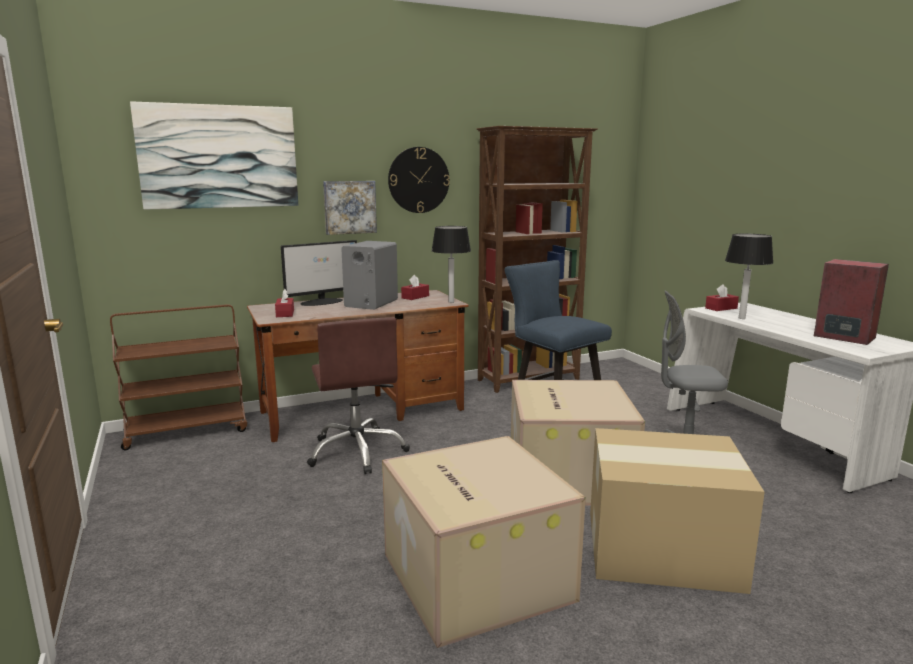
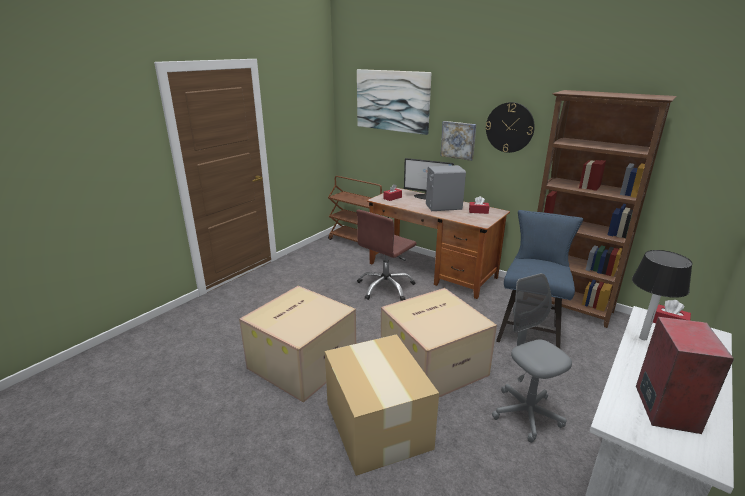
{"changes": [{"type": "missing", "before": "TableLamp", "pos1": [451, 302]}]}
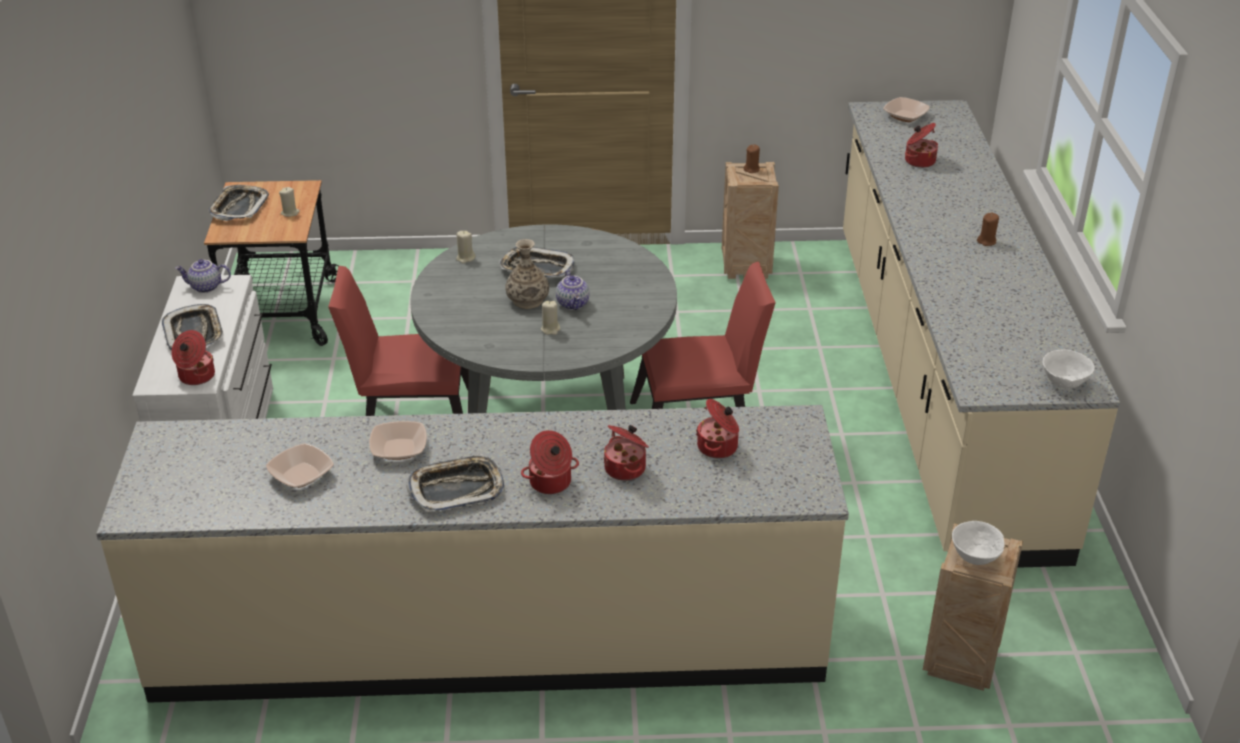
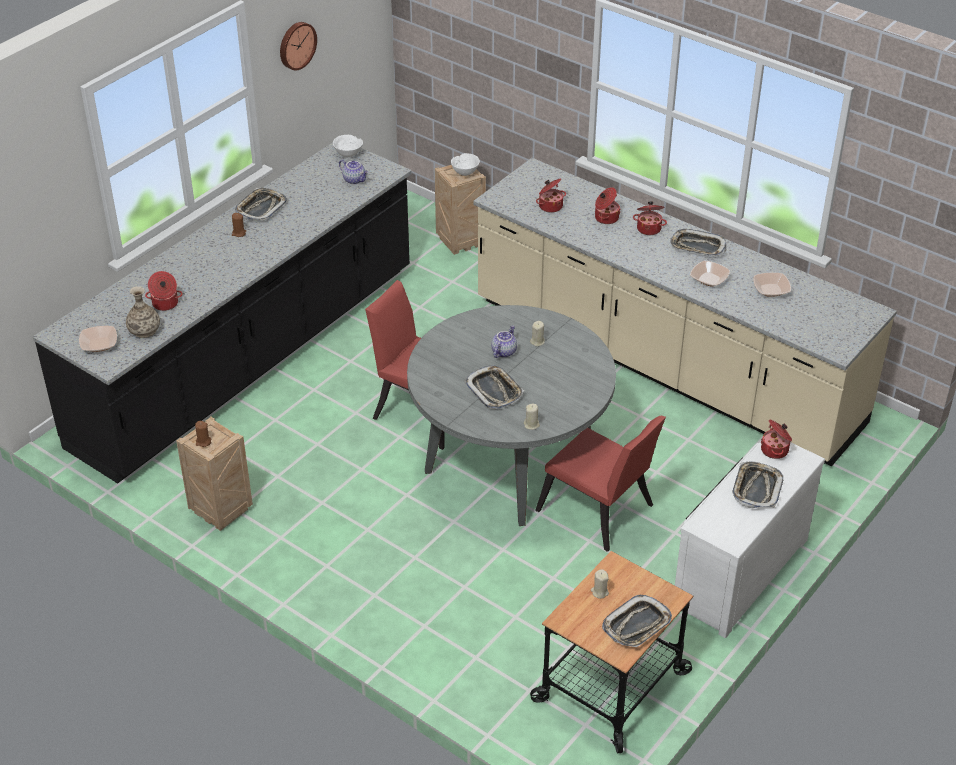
{"changes": [{"type": "colour", "before": "BeigeCounter", "after": "BlackCounter", "pos1": [938, 383], "pos2": [248, 357]}, {"type": "relocated", "before": "Vase", "pos1": [527, 300], "pos2": [144, 330]}, {"type": "relocated", "before": "Teapot", "pos1": [205, 287], "pos2": [354, 180]}, {"type": "appeared", "after": "WallClock", "pos2": [296, 45]}, {"type": "appeared", "after": "Tray", "pos2": [261, 208]}]}
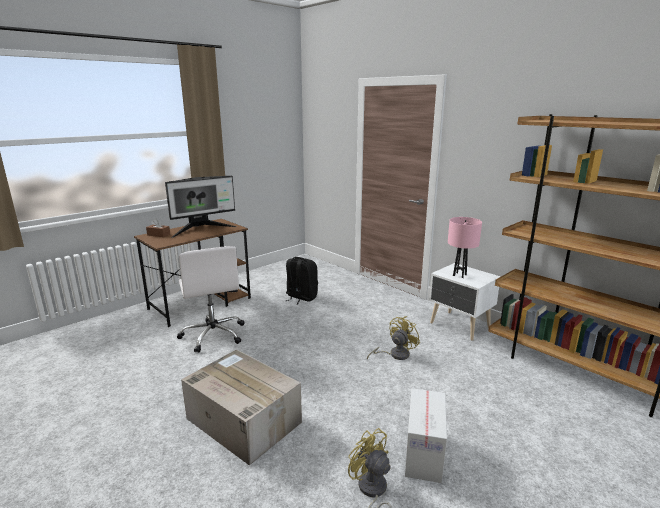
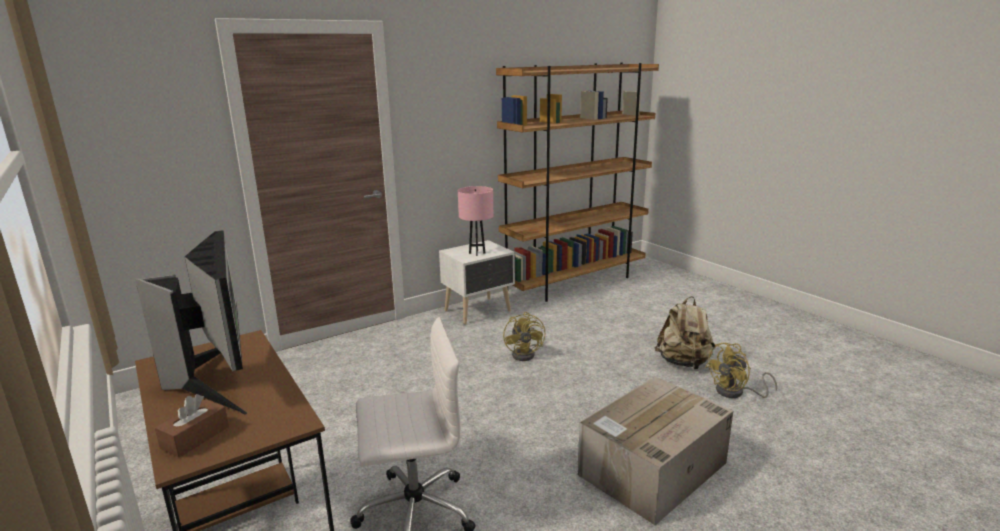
{"changes": [{"type": "missing", "before": "BlackBackpack", "pos1": [301, 297]}, {"type": "spun", "before": "YellowFan", "pos1": [395, 355], "pos2": [526, 354], "turn": -150}, {"type": "exchanged", "before": "CardboardBox", "after": "BeigeBackpack", "pos1": [424, 453], "pos2": [683, 363]}]}
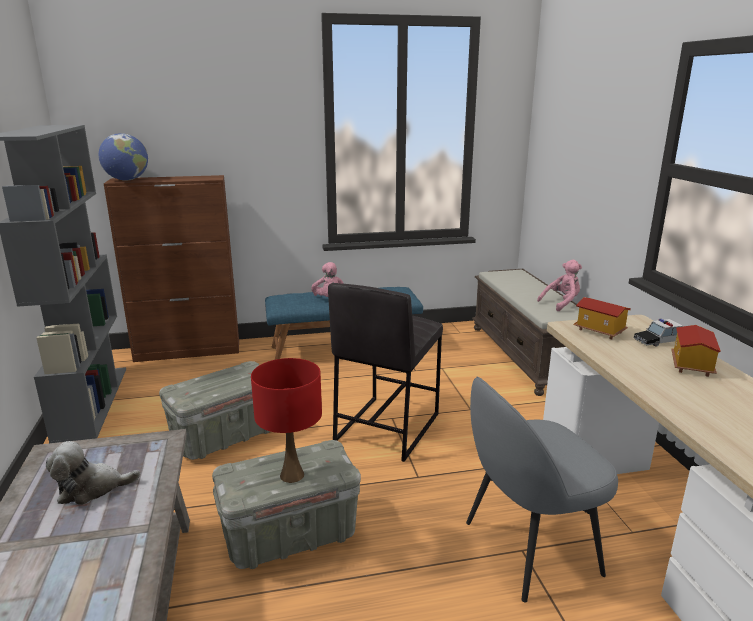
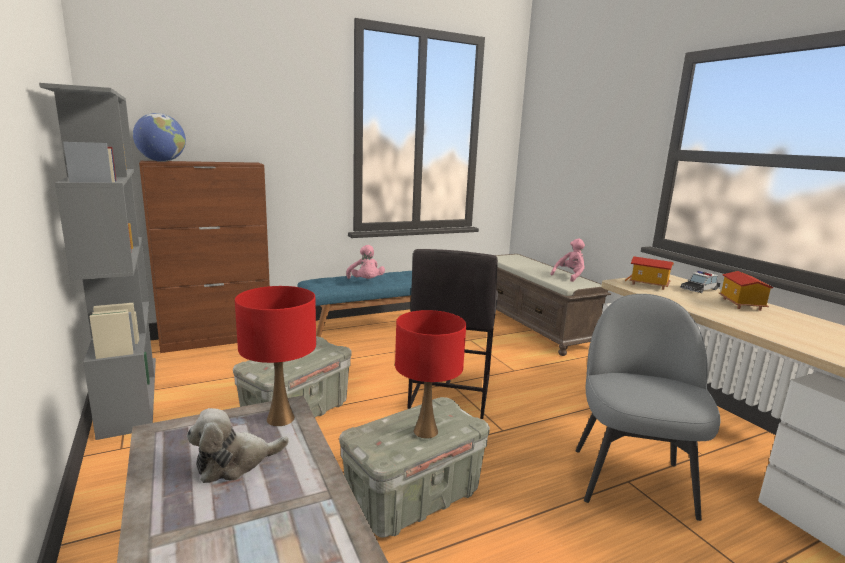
{"changes": [{"type": "spun", "before": "GreyChair", "pos1": [527, 548], "pos2": [631, 479], "turn": 135}, {"type": "appeared", "after": "RedTableLamp", "pos2": [280, 418]}]}
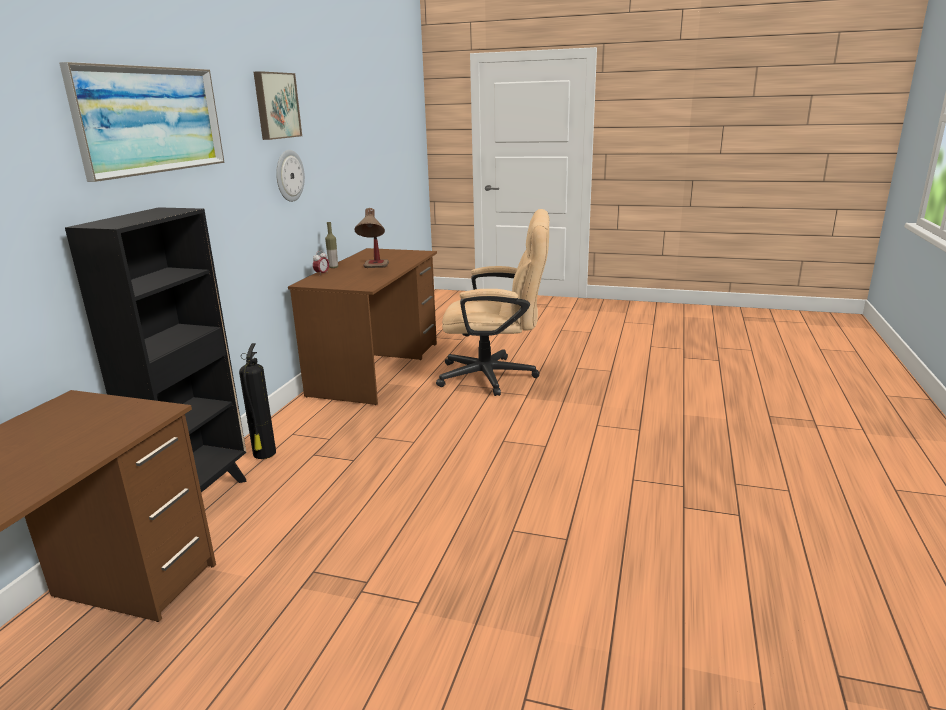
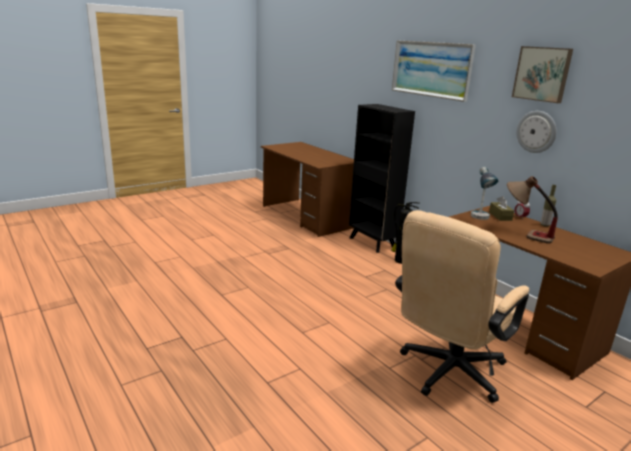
{"changes": [{"type": "appeared", "after": "TableLamp", "pos2": [480, 219]}, {"type": "appeared", "after": "BrownTissueBox", "pos2": [500, 216]}]}
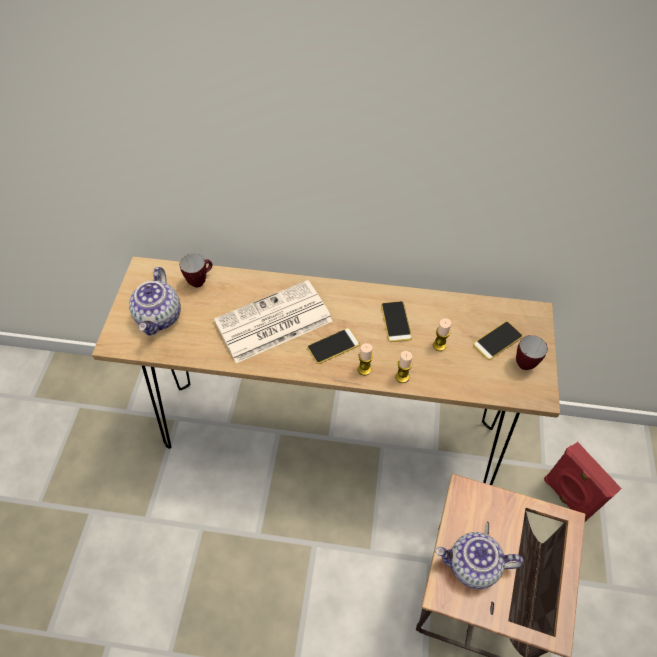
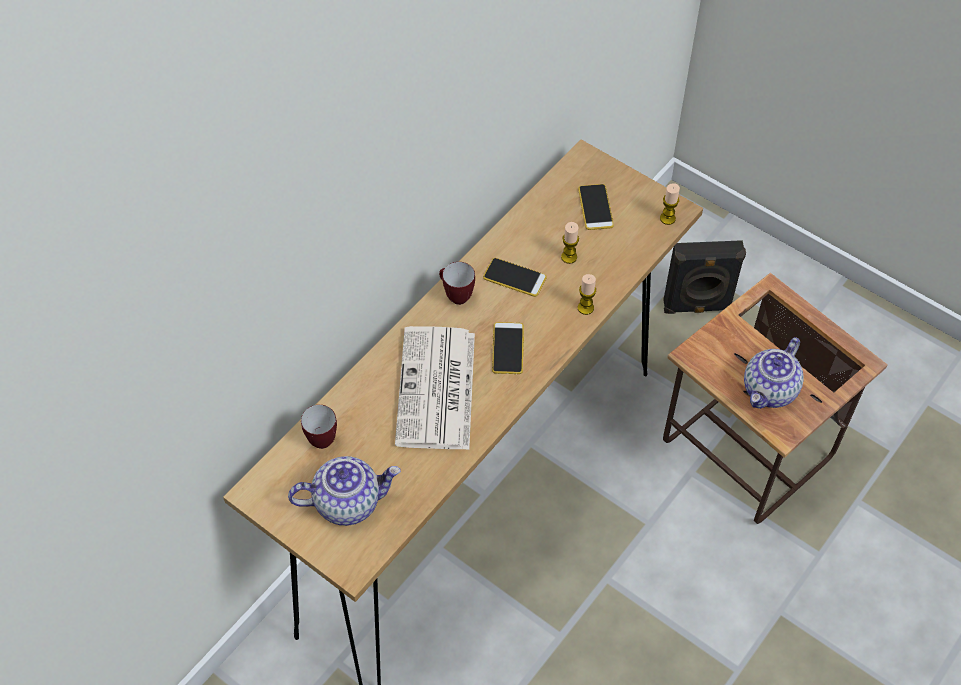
{"changes": [{"type": "spun", "before": "Teapot", "pos1": [160, 317], "pos2": [348, 501], "turn": -45}, {"type": "relocated", "before": "Mug", "pos1": [524, 361], "pos2": [455, 296]}, {"type": "relocated", "before": "Candle", "pos1": [364, 369], "pos2": [667, 218]}, {"type": "colour", "before": "RedSpeaker", "after": "BlackSpeaker", "pos1": [566, 498], "pos2": [697, 307]}]}
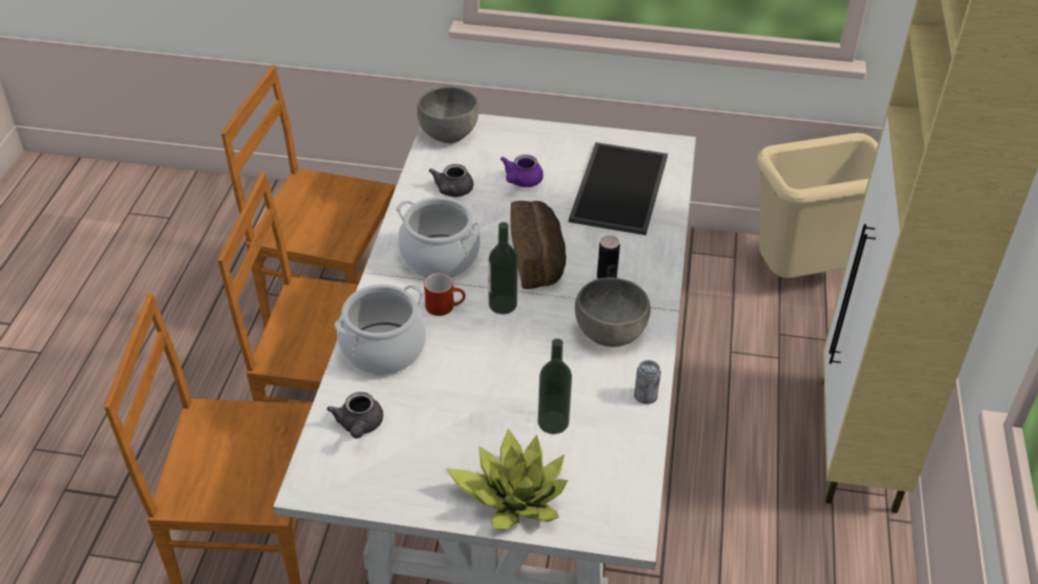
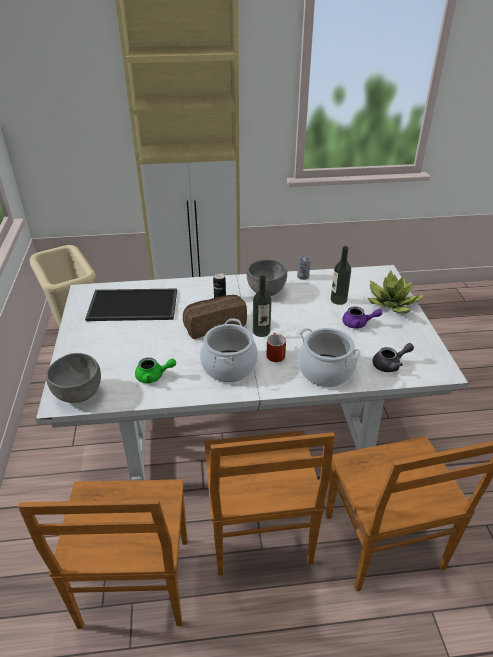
{"changes": [{"type": "relocated", "before": "PurpleTeapot", "pos1": [521, 182], "pos2": [358, 324]}, {"type": "colour", "before": "GreyTeapot", "after": "GreenTeapot", "pos1": [452, 191], "pos2": [154, 376]}]}
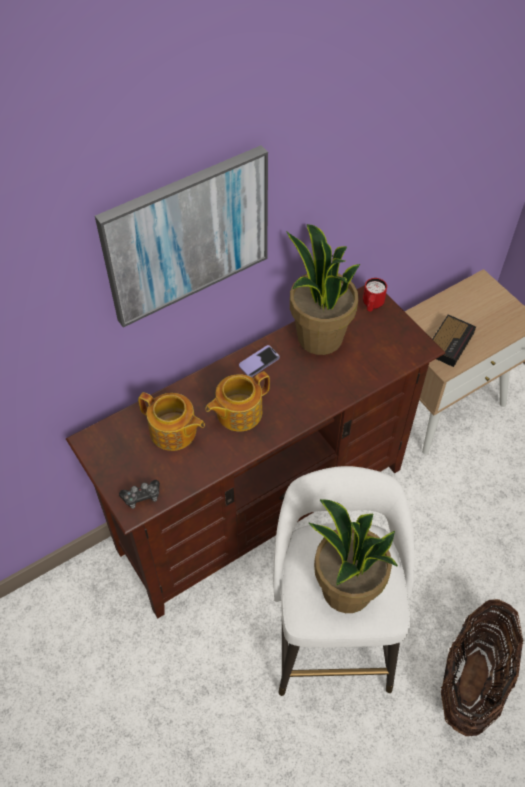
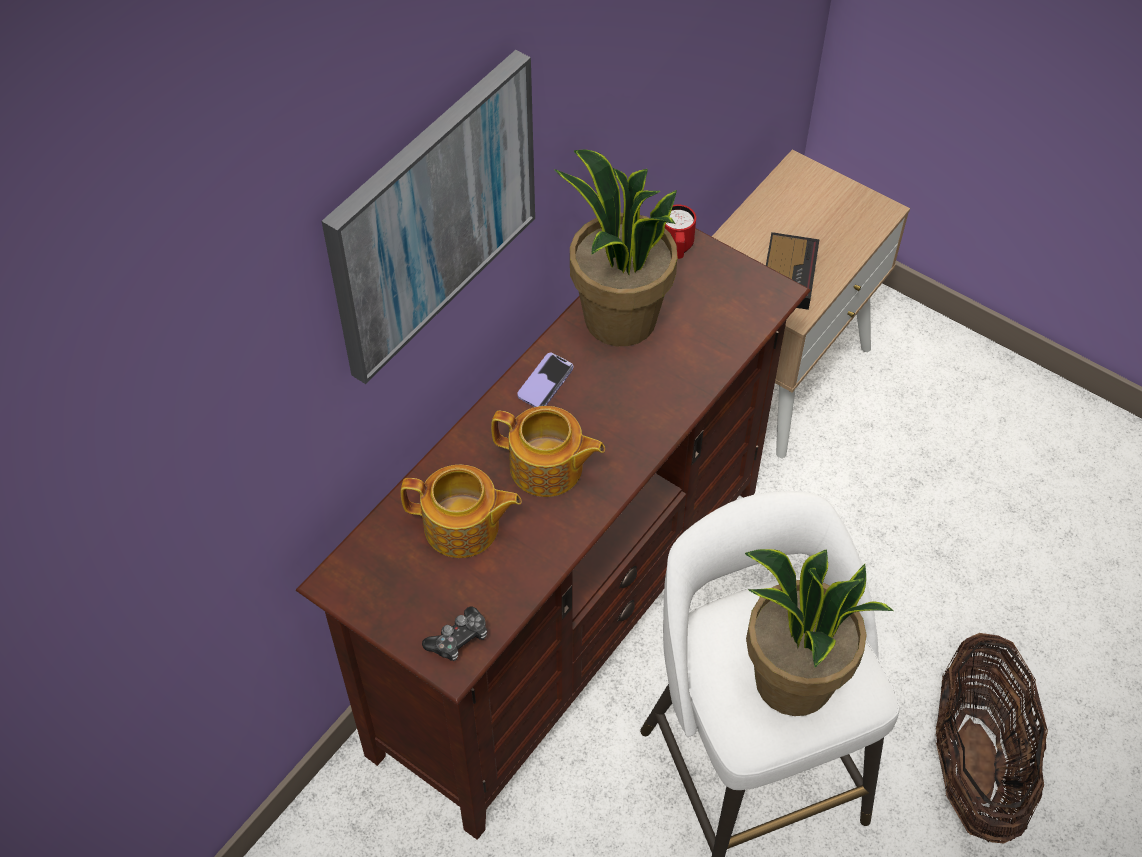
{"changes": [{"type": "spun", "before": "Teapot", "pos1": [238, 412], "pos2": [547, 468], "turn": -105}]}
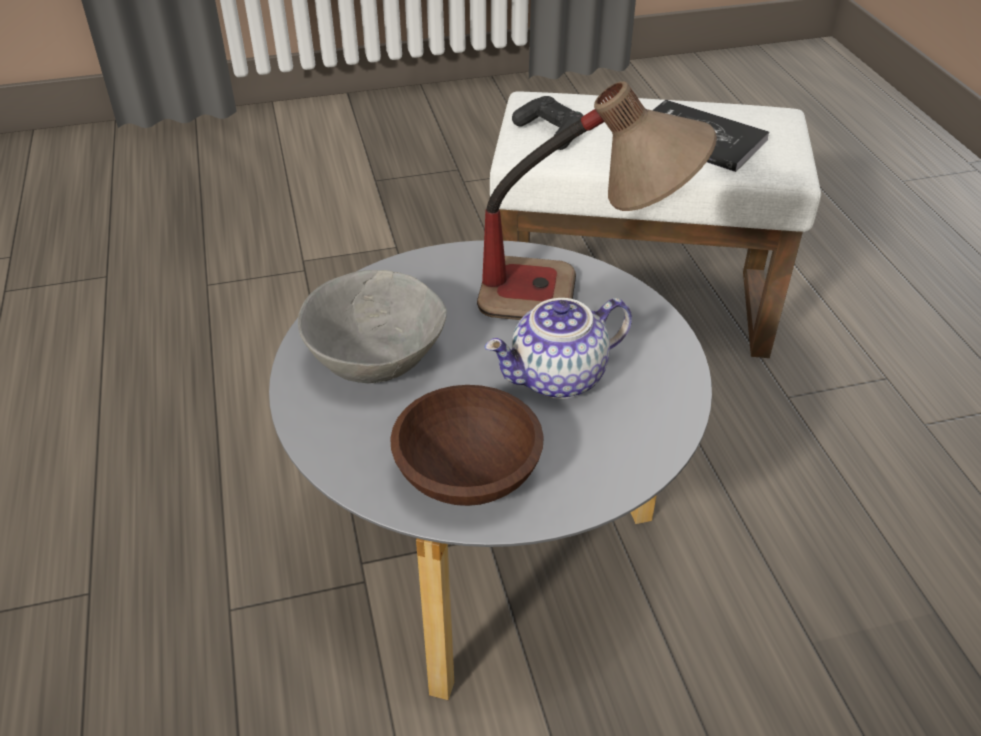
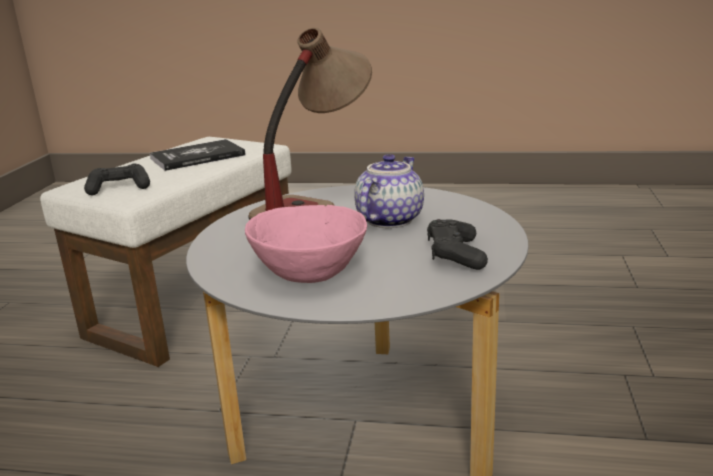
{"changes": [{"type": "colour", "before": "GreyBowl", "after": "PinkBowl", "pos1": [375, 361], "pos2": [311, 272]}, {"type": "spun", "before": "Teapot", "pos1": [558, 379], "pos2": [388, 219], "turn": -150}, {"type": "exchanged", "before": "BrownBowl", "after": "BlackGameController", "pos1": [468, 471], "pos2": [455, 255]}]}
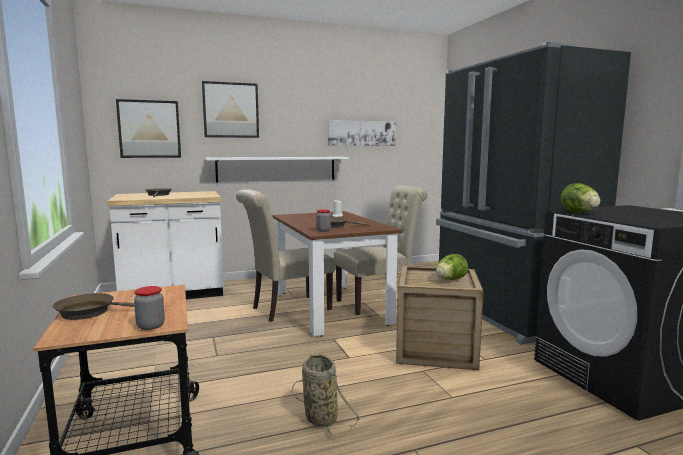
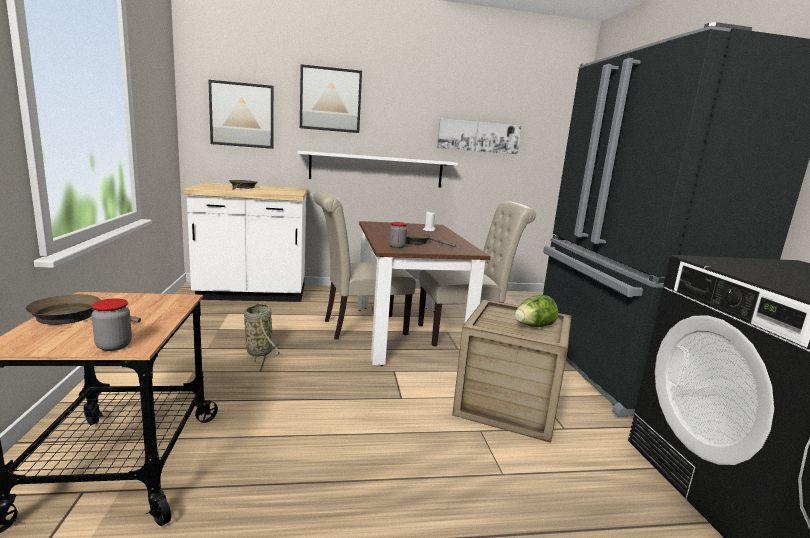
{"changes": [{"type": "missing", "before": "Lettuce", "pos1": [580, 213]}, {"type": "relocated", "before": "Basket", "pos1": [319, 417], "pos2": [259, 351]}]}
